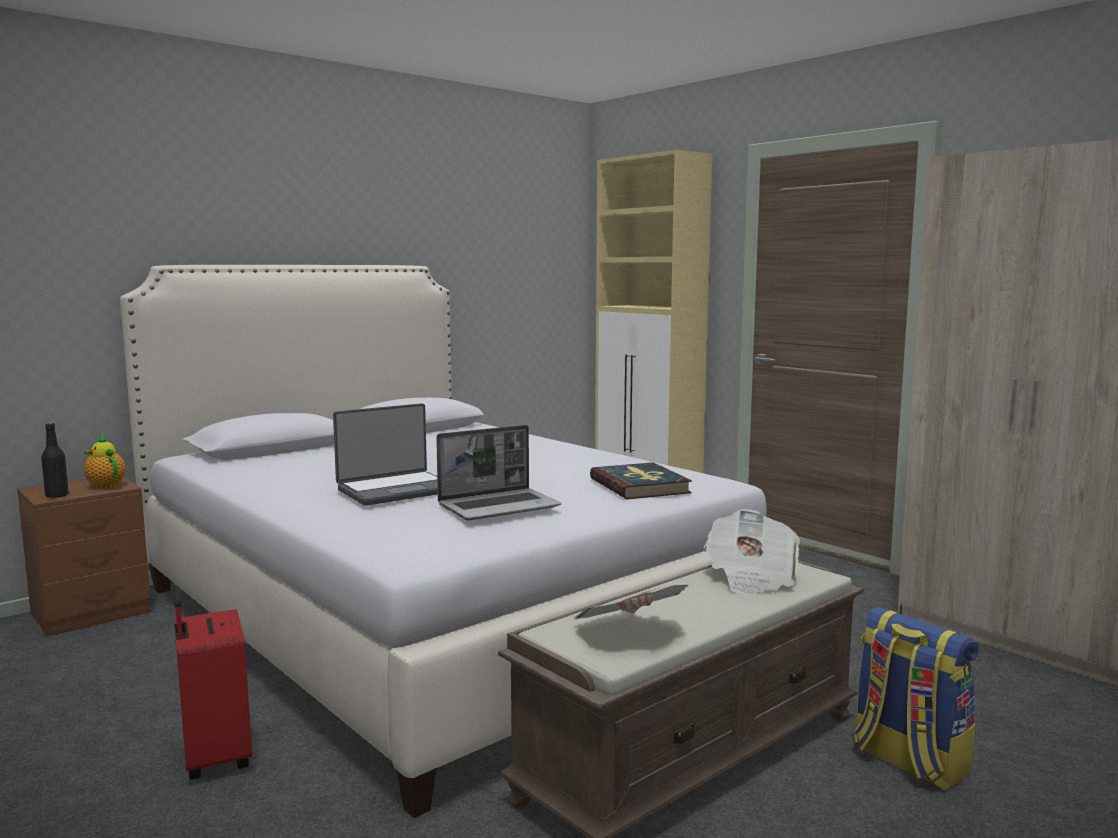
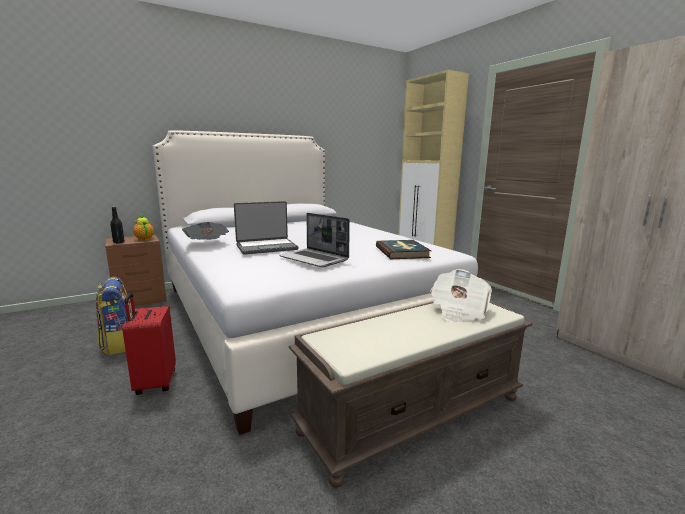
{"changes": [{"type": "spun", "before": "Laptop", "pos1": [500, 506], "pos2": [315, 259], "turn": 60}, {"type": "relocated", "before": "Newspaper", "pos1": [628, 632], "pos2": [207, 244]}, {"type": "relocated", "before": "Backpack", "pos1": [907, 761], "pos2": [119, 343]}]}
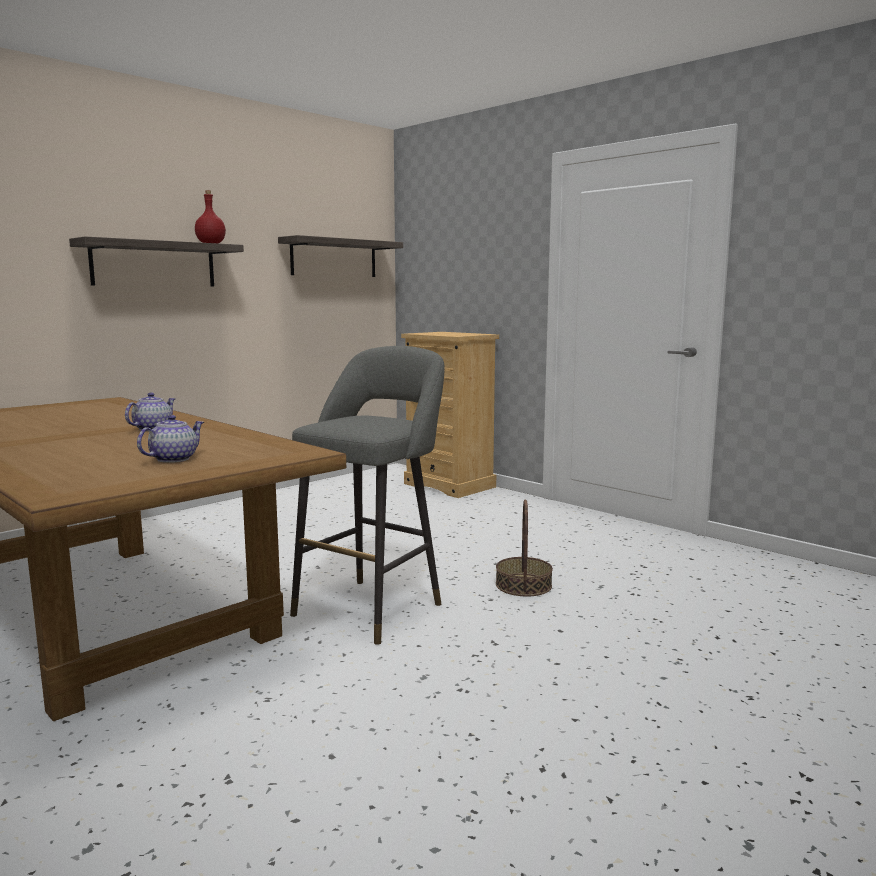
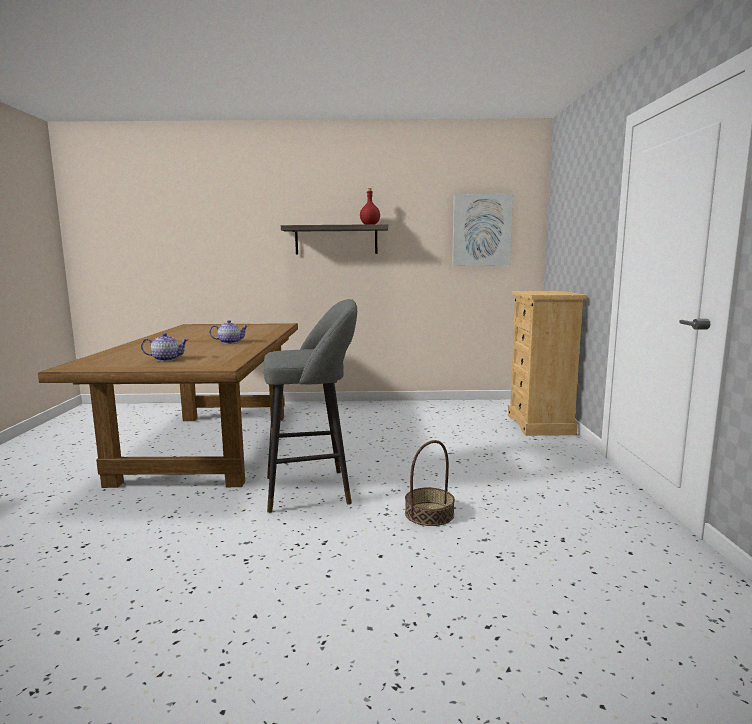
{"changes": [{"type": "exchanged", "before": "Shelf", "after": "Picture", "pos1": [334, 258], "pos2": [481, 230]}]}
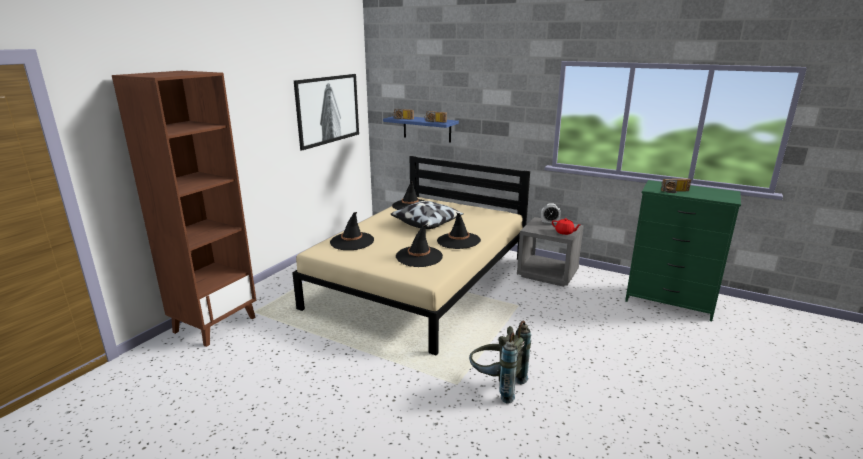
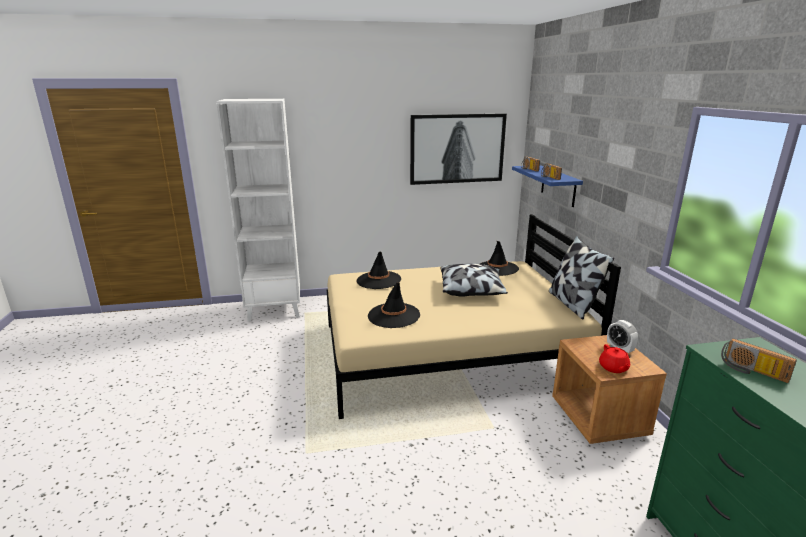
{"changes": [{"type": "colour", "before": "BrownBookcase", "after": "WhiteBookcase", "pos1": [215, 324], "pos2": [275, 309]}, {"type": "missing", "before": "BlackHat", "pos1": [458, 241]}, {"type": "colour", "before": "GreyNightstand", "after": "BrownNightstand", "pos1": [548, 274], "pos2": [599, 419]}, {"type": "missing", "before": "GreyBackpack", "pos1": [497, 385]}, {"type": "appeared", "after": "Pillow", "pos2": [572, 304]}]}
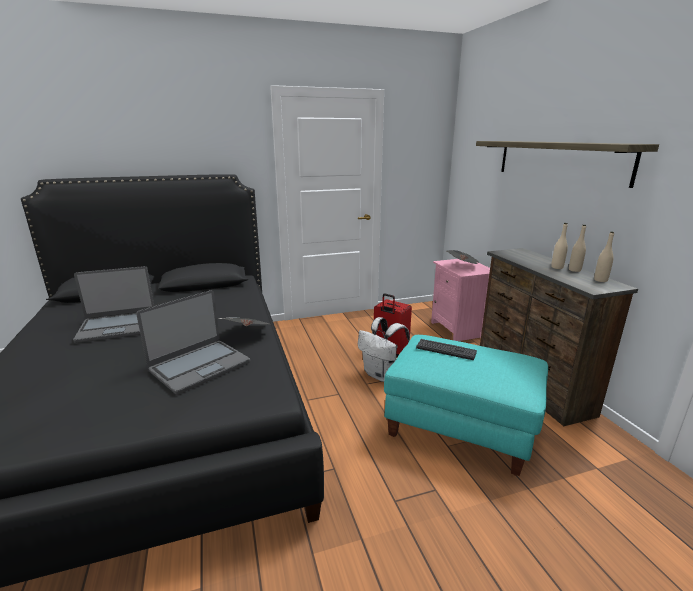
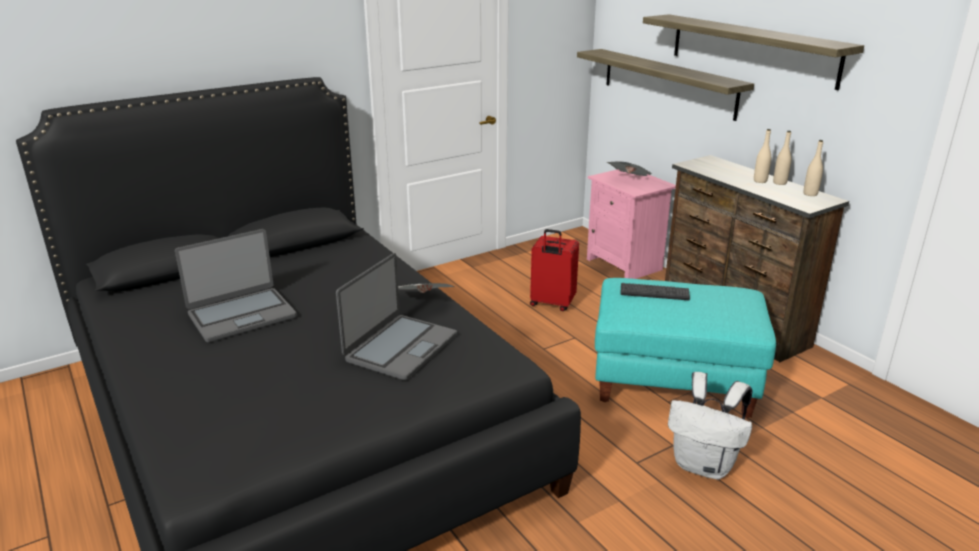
{"changes": [{"type": "relocated", "before": "WhiteBackpack", "pos1": [382, 375], "pos2": [704, 465]}, {"type": "appeared", "after": "Shelf", "pos2": [668, 83]}]}
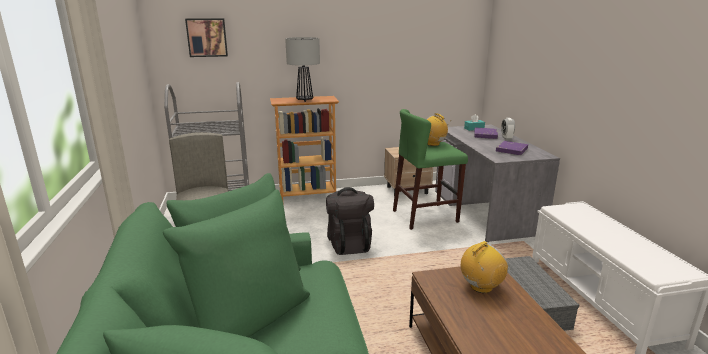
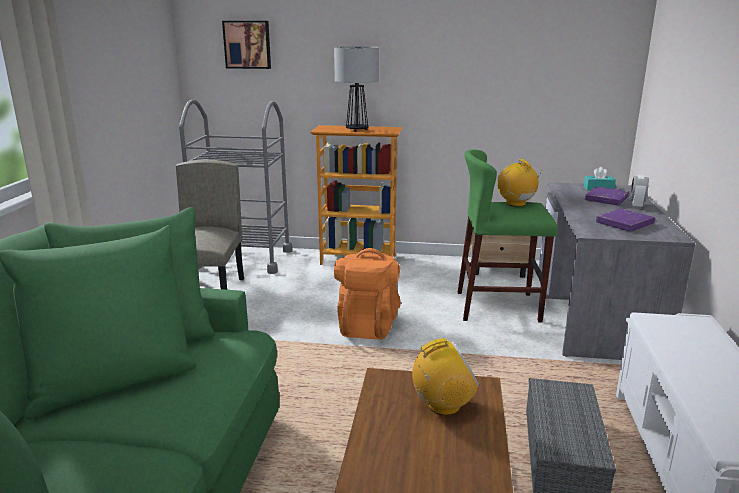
{"changes": [{"type": "colour", "before": "BlackBackpack", "after": "OrangeBackpack", "pos1": [349, 243], "pos2": [368, 325]}]}
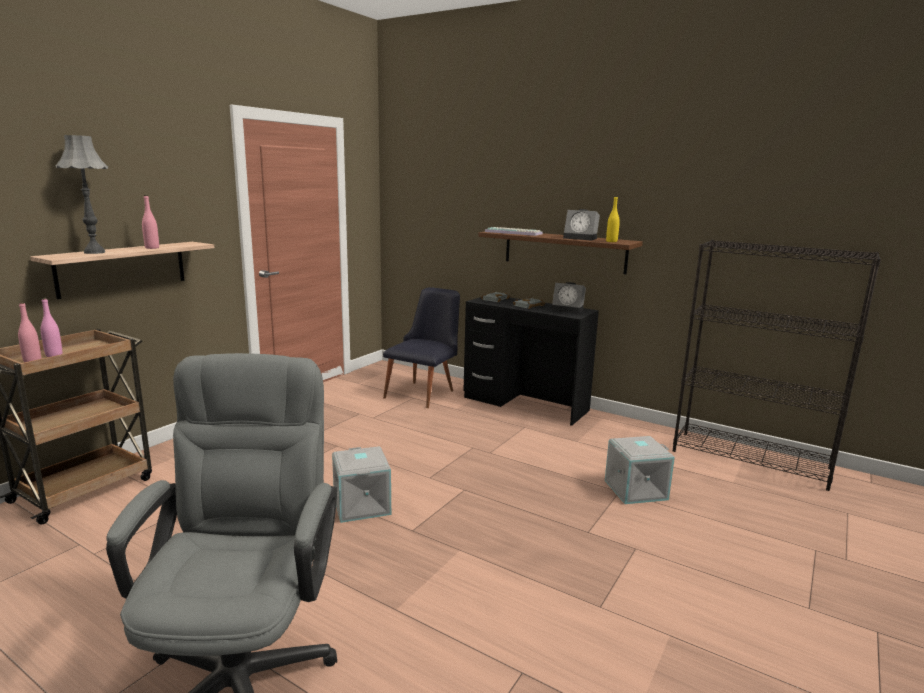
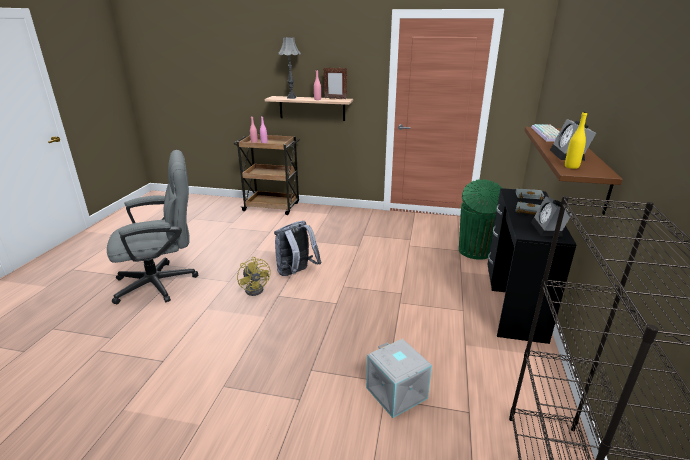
{"changes": [{"type": "exchanged", "before": "BlackChair", "after": "GreenTrashCan", "pos1": [424, 392], "pos2": [475, 252]}, {"type": "exchanged", "before": "GreyStorageBox", "after": "GreyBackpack", "pos1": [363, 505], "pos2": [296, 273]}, {"type": "appeared", "after": "PictureFrame", "pos2": [335, 99]}, {"type": "appeared", "after": "YellowFan", "pos2": [256, 288]}]}
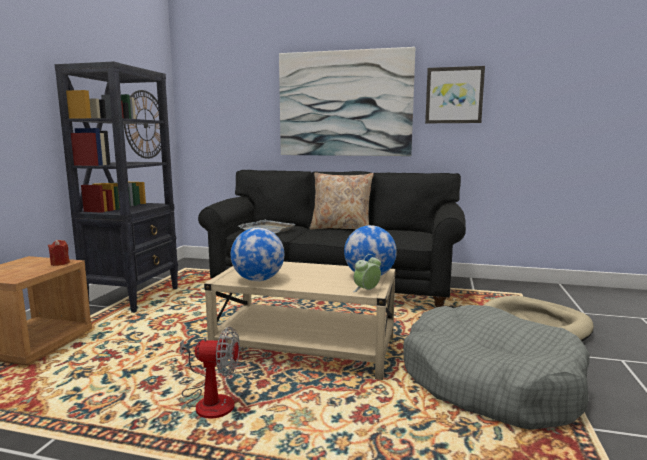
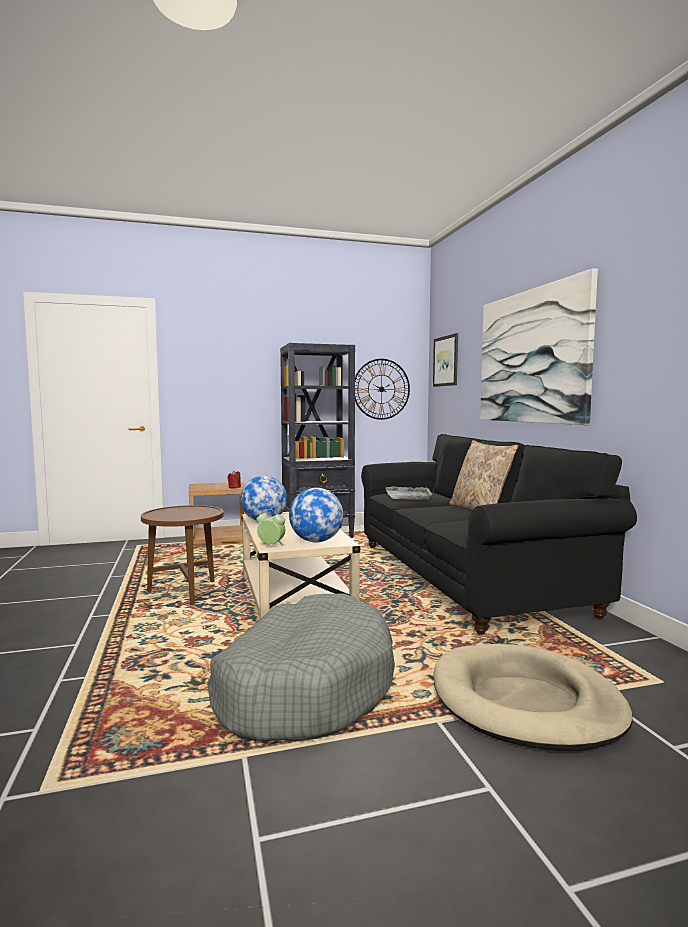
{"changes": [{"type": "relocated", "before": "Picture", "pos1": [454, 95], "pos2": [446, 361]}, {"type": "exchanged", "before": "Fan", "after": "BrownSideTable", "pos1": [209, 401], "pos2": [185, 593]}]}
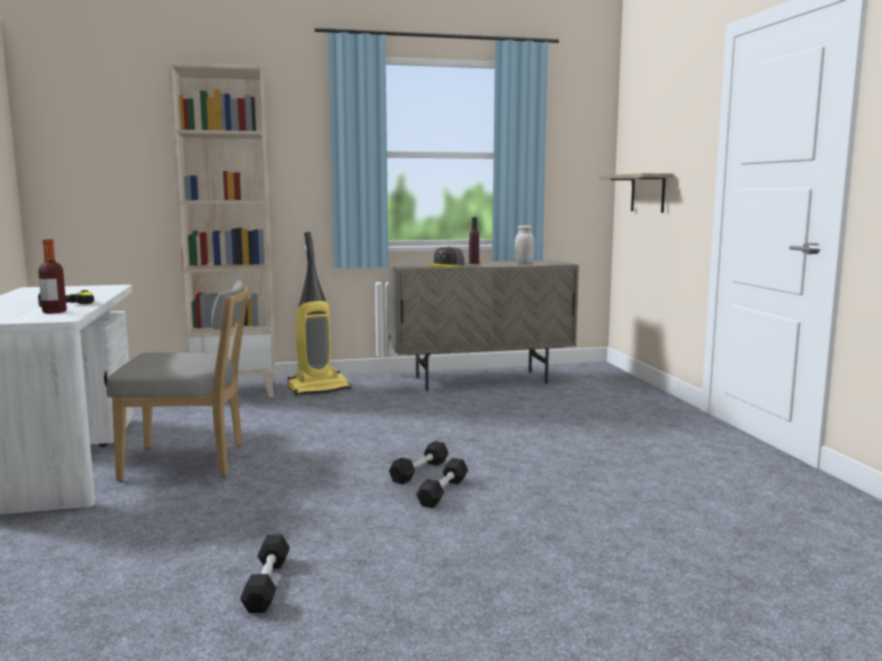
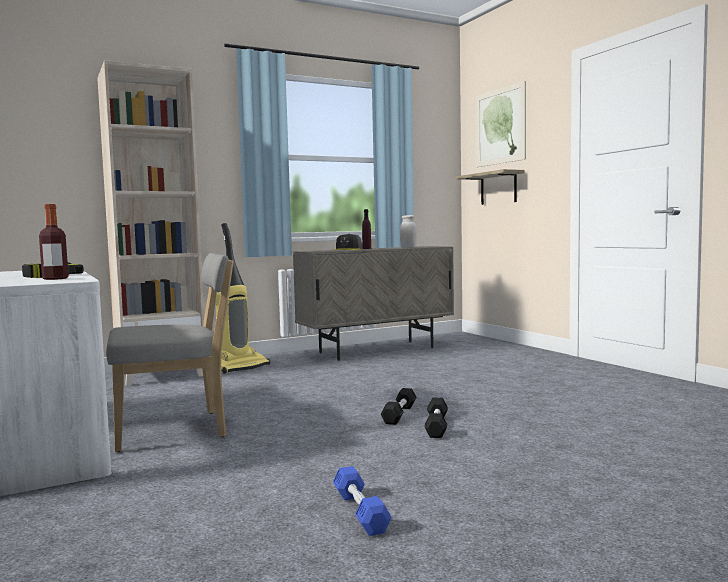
{"changes": [{"type": "colour", "before": "BlackDumbbell", "after": "BlueDumbbell", "pos1": [267, 584], "pos2": [360, 511]}, {"type": "appeared", "after": "Picture", "pos2": [500, 126]}]}
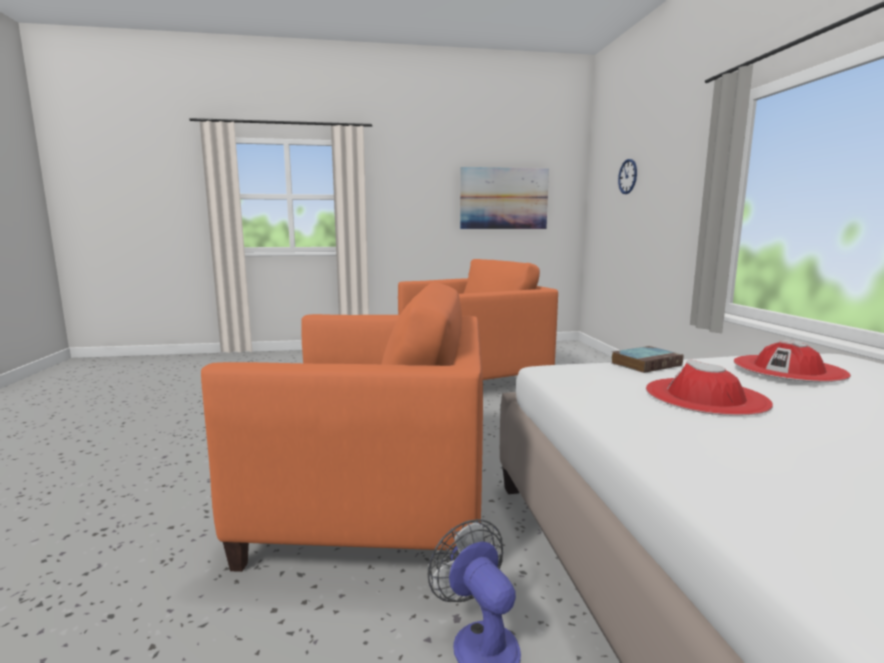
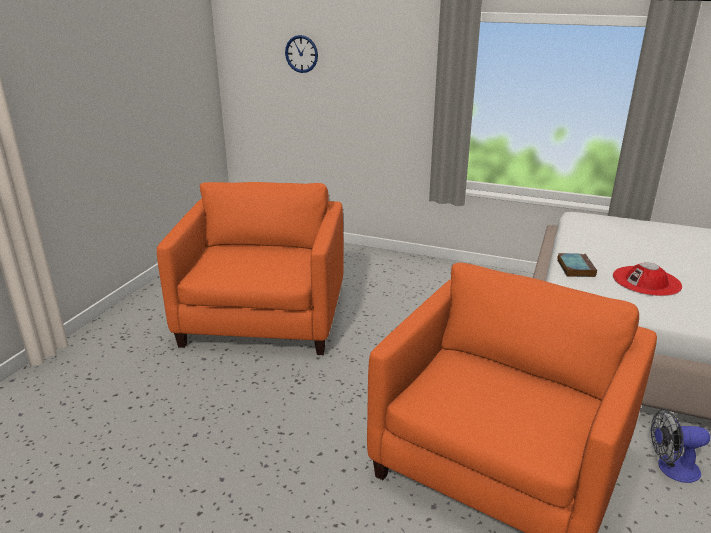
{"changes": [{"type": "missing", "before": "Picture", "pos1": [503, 198]}, {"type": "missing", "before": "RedHat", "pos1": [788, 369]}]}
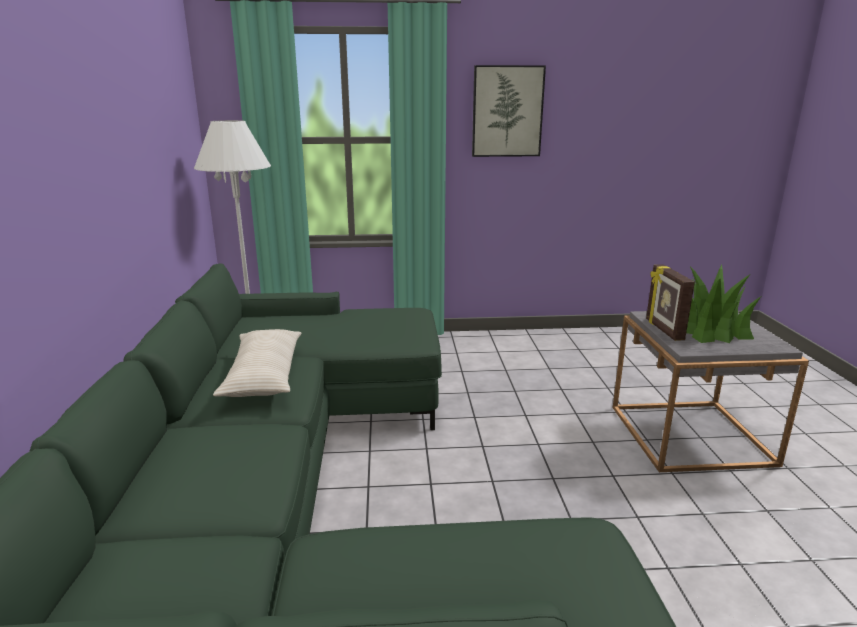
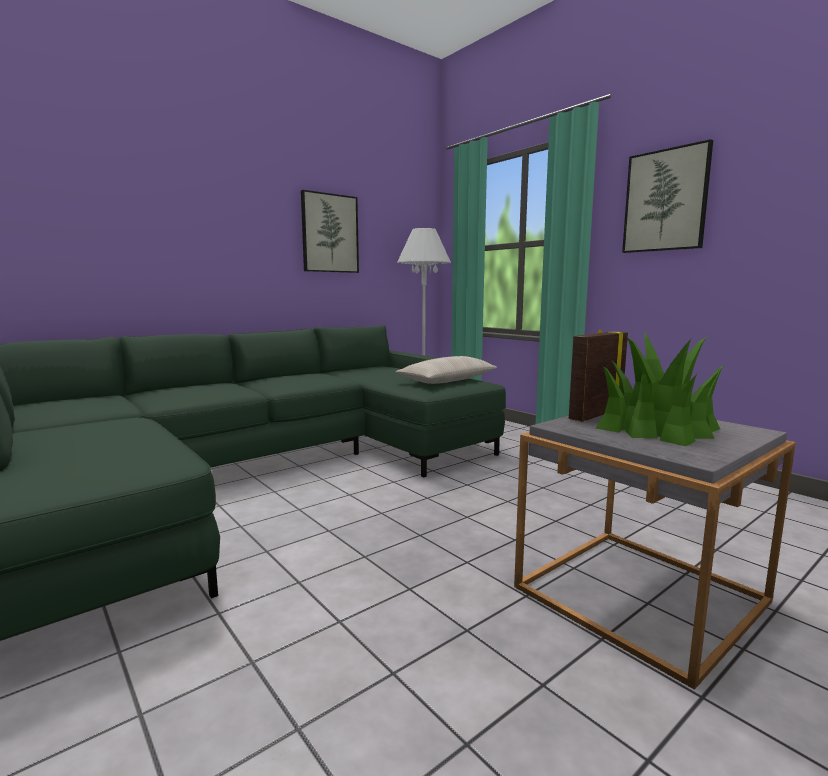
{"changes": [{"type": "relocated", "before": "BeigePillow", "pos1": [264, 375], "pos2": [447, 380]}, {"type": "appeared", "after": "Picture", "pos2": [329, 233]}]}
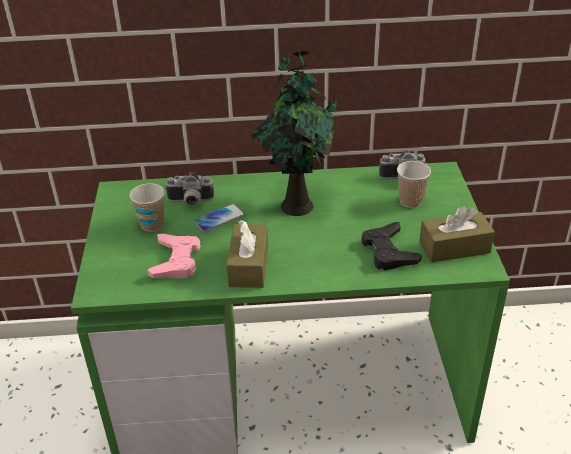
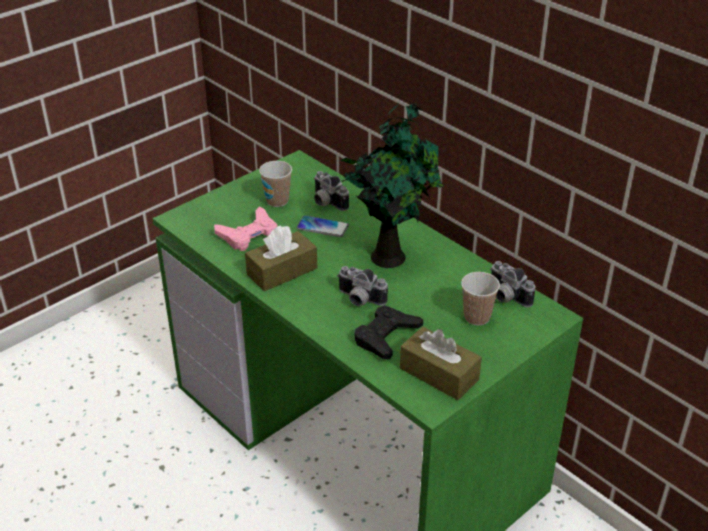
{"changes": [{"type": "appeared", "after": "PhotoCamera", "pos2": [359, 300]}]}
